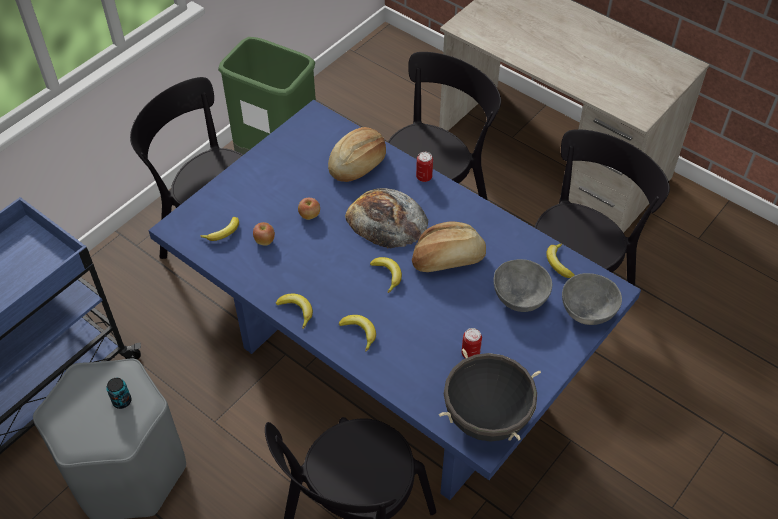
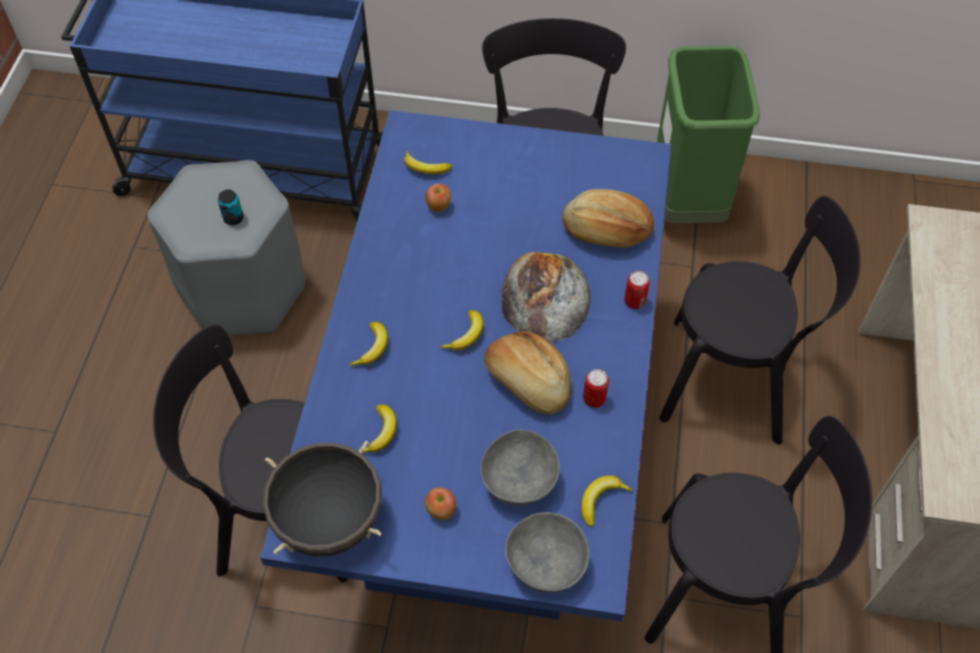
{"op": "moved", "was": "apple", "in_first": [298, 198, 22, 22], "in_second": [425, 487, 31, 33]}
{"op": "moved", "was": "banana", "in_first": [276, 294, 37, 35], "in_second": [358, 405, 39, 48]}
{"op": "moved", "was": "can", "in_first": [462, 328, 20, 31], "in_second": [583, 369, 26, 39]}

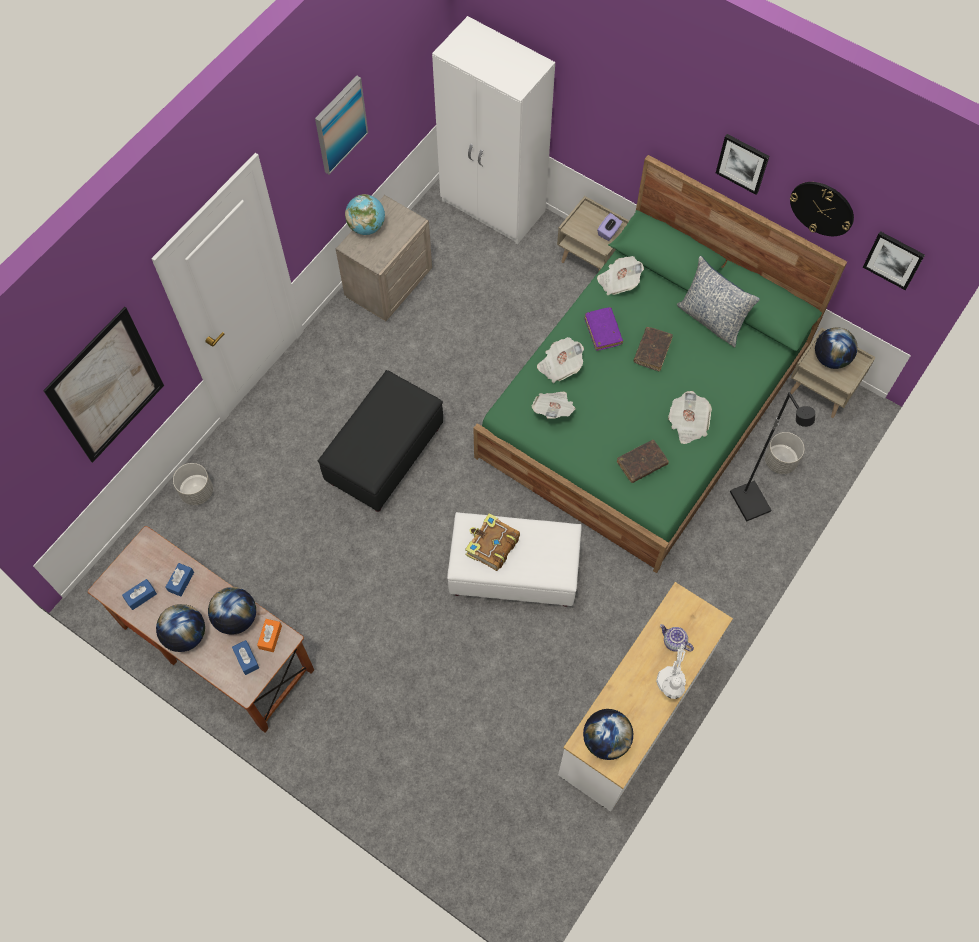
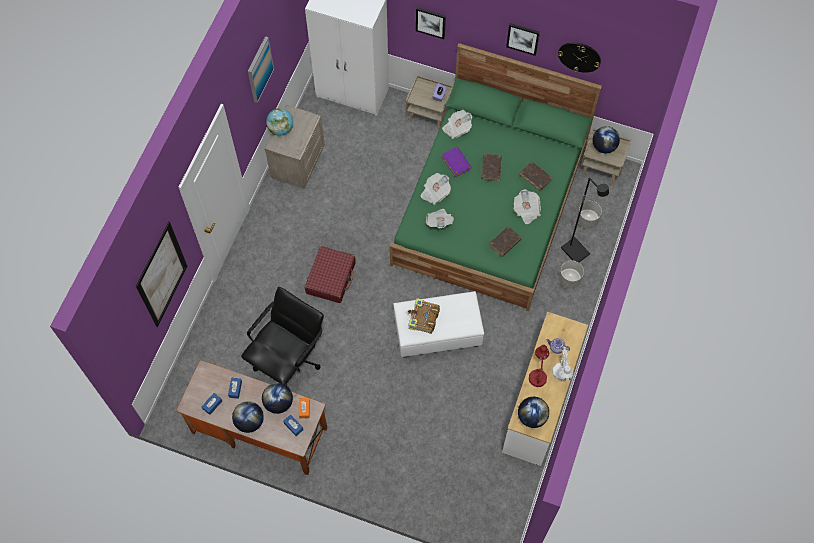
{"op": "moved", "was": "picture", "in_first": [863, 231, 62, 59], "in_second": [416, 7, 30, 32]}
{"op": "removed", "was": "pillow", "in_first": [677, 256, 83, 91]}
{"op": "replaced", "was": "ottoman in black", "now": "suitcase in red", "in_first": [318, 370, 125, 142], "in_second": [305, 246, 51, 57]}
{"op": "moved", "was": "planter in grey", "in_first": [173, 463, 40, 42], "in_second": [559, 260, 25, 29]}
{"op": "added", "now": "book in brown", "in_second": [520, 161, 32, 30]}
{"op": "added", "now": "office chair in black", "in_second": [241, 287, 83, 99]}
{"op": "added", "now": "table lamp in red", "in_second": [529, 345, 20, 42]}

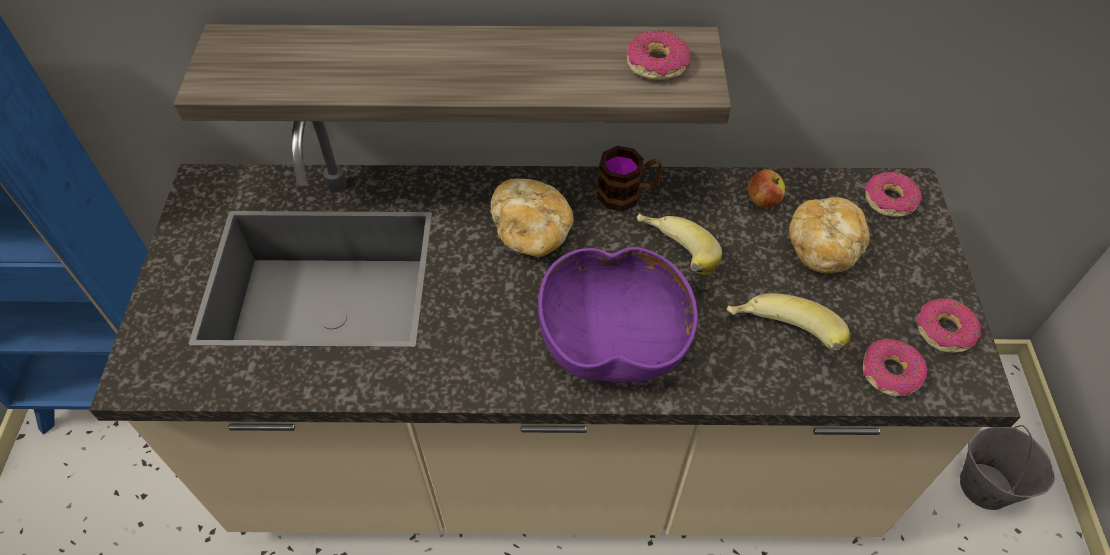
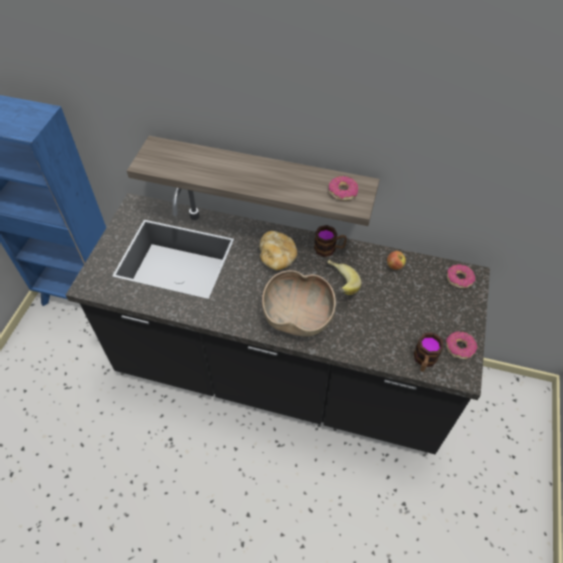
{"op": "recoloured", "was": "counter in beige", "now": "counter in black", "in_first": [89, 121, 931, 416], "in_second": [66, 188, 424, 266]}
{"op": "removed", "was": "bread", "in_first": [789, 197, 81, 76]}
{"op": "recoloured", "was": "bowl in purple", "now": "bowl in brown", "in_first": [538, 247, 160, 135], "in_second": [262, 270, 74, 67]}
{"op": "removed", "was": "banana", "in_first": [726, 294, 125, 57]}
{"op": "replaced", "was": "donut", "now": "mug", "in_first": [863, 339, 64, 57], "in_second": [414, 333, 30, 39]}
{"op": "removed", "was": "bucket in grey", "in_first": [960, 425, 95, 85]}

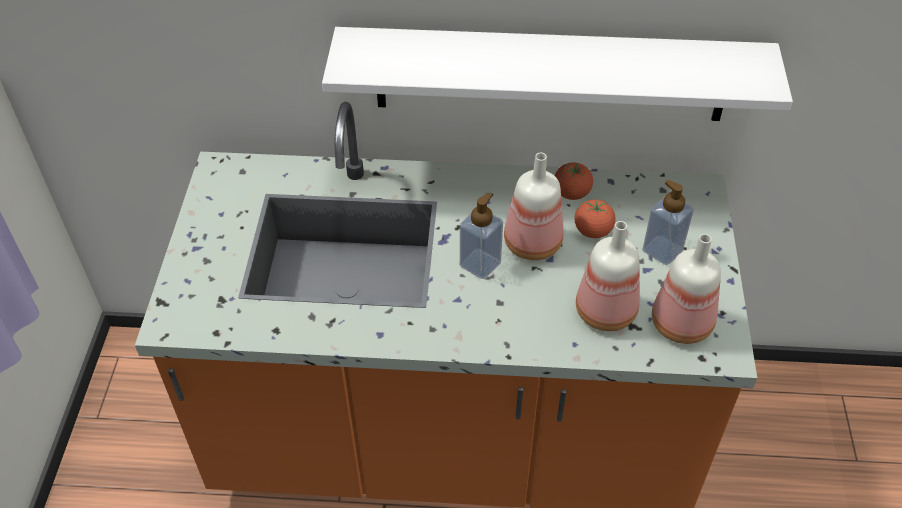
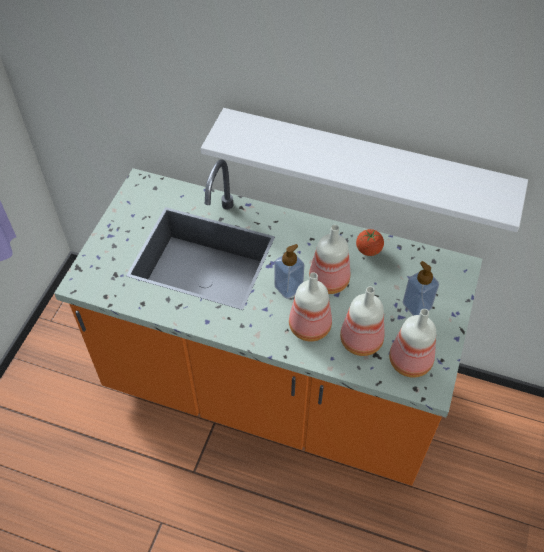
{"op": "removed", "was": "tomato", "in_first": [575, 200, 41, 38]}
{"op": "added", "now": "bottle", "in_second": [289, 272, 43, 69]}

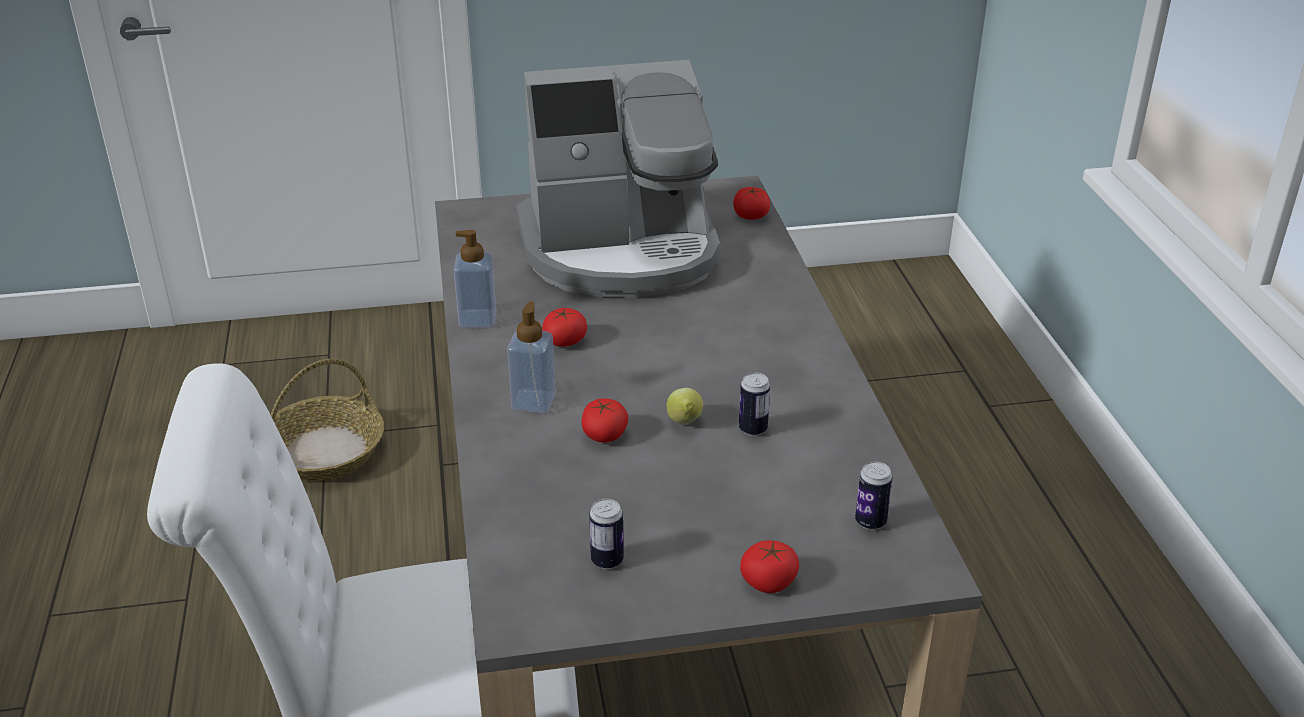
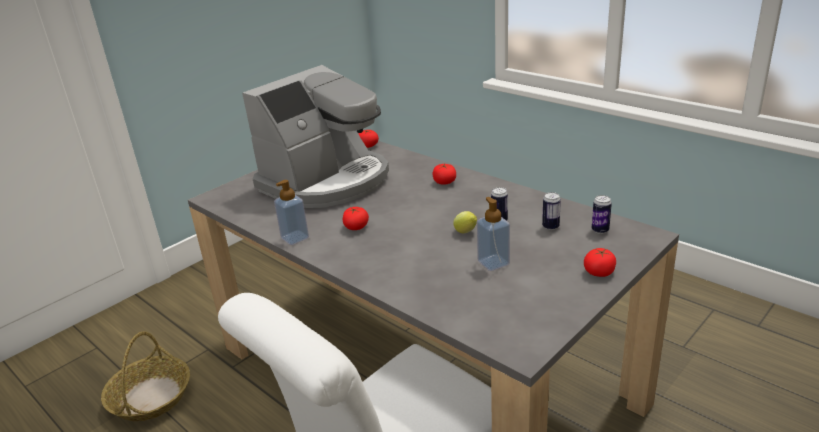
{"op": "moved", "was": "soap dispenser", "in_first": [507, 301, 49, 112], "in_second": [477, 197, 33, 74]}
{"op": "moved", "was": "tomato", "in_first": [582, 398, 46, 45], "in_second": [433, 164, 23, 21]}
{"op": "moved", "was": "can", "in_first": [589, 499, 35, 70], "in_second": [542, 192, 19, 38]}

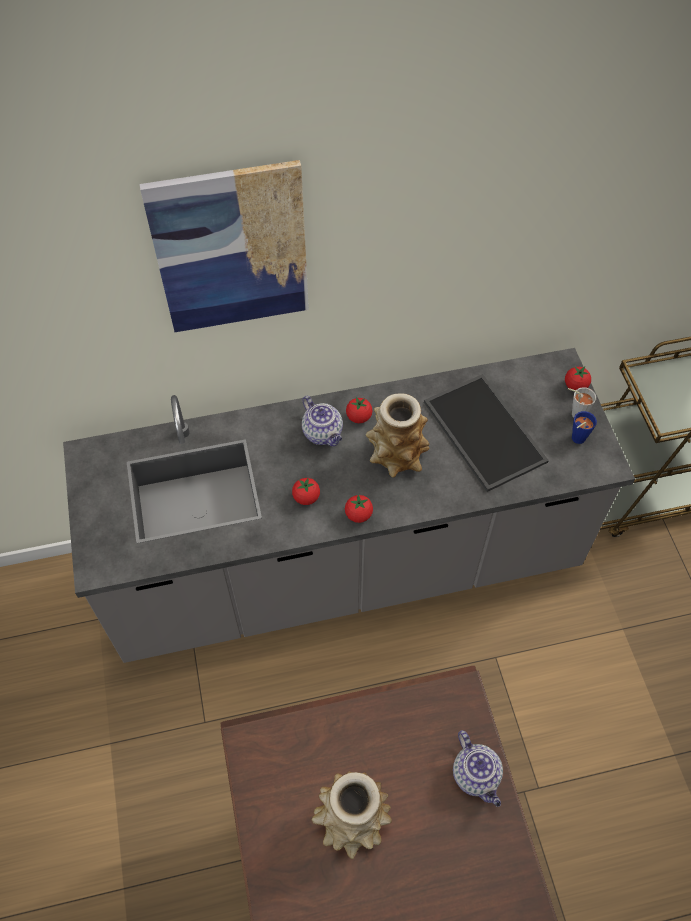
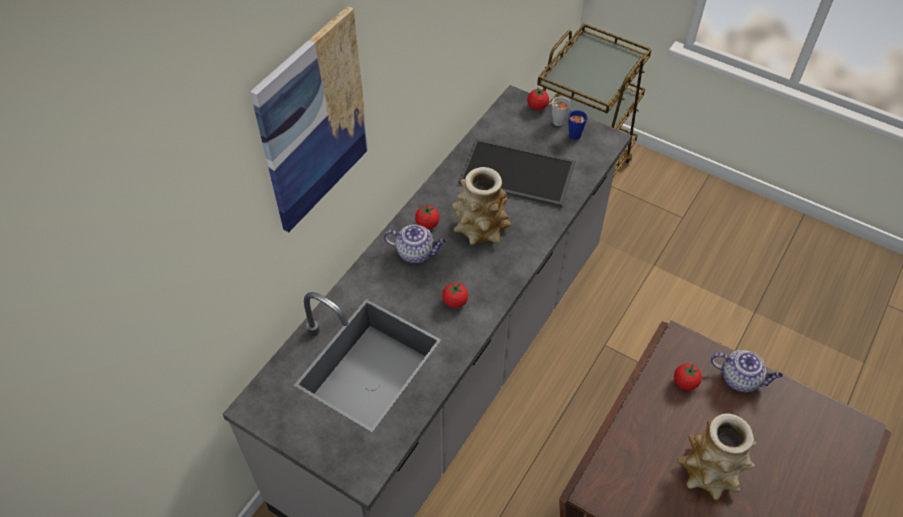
{"op": "moved", "was": "tomato", "in_first": [345, 495, 28, 28], "in_second": [674, 364, 28, 26]}

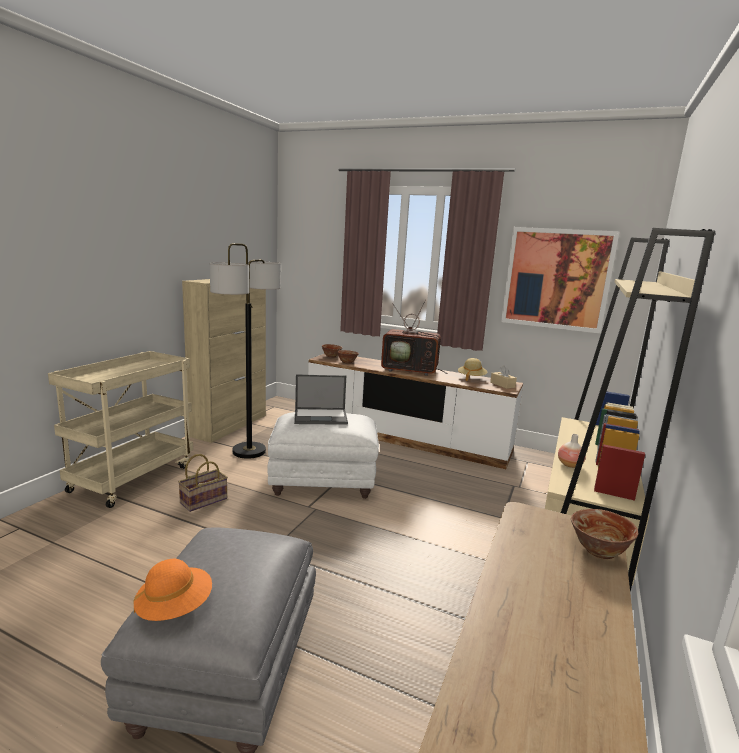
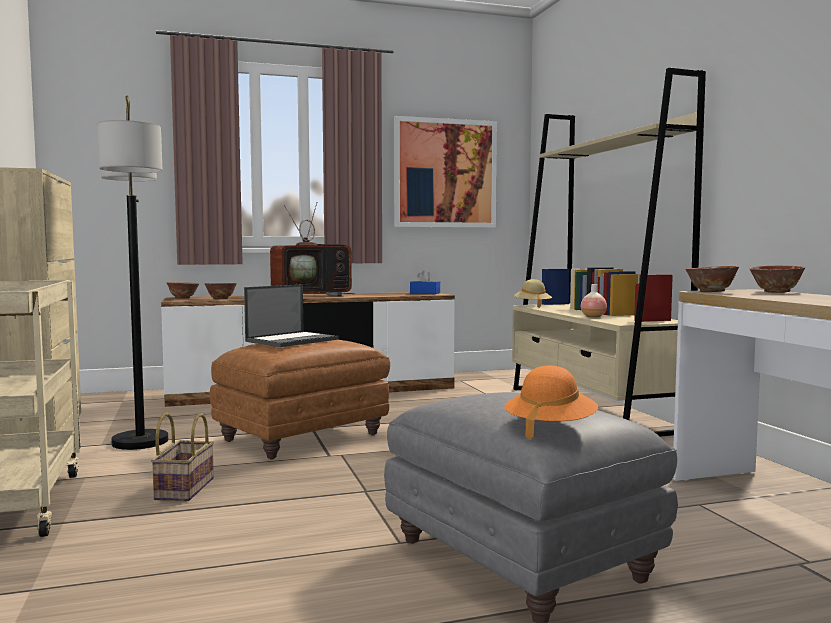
{"op": "moved", "was": "hat in beige", "in_first": [458, 358, 30, 23], "in_second": [513, 279, 39, 29]}
{"op": "recoloured", "was": "tissue box in beige", "now": "tissue box in blue", "in_first": [490, 366, 27, 23], "in_second": [410, 270, 30, 24]}
{"op": "recoloured", "was": "ottoman in white", "now": "ottoman in brown", "in_first": [267, 412, 112, 87], "in_second": [210, 340, 180, 120]}
{"op": "added", "now": "bowl", "in_second": [685, 266, 54, 26]}

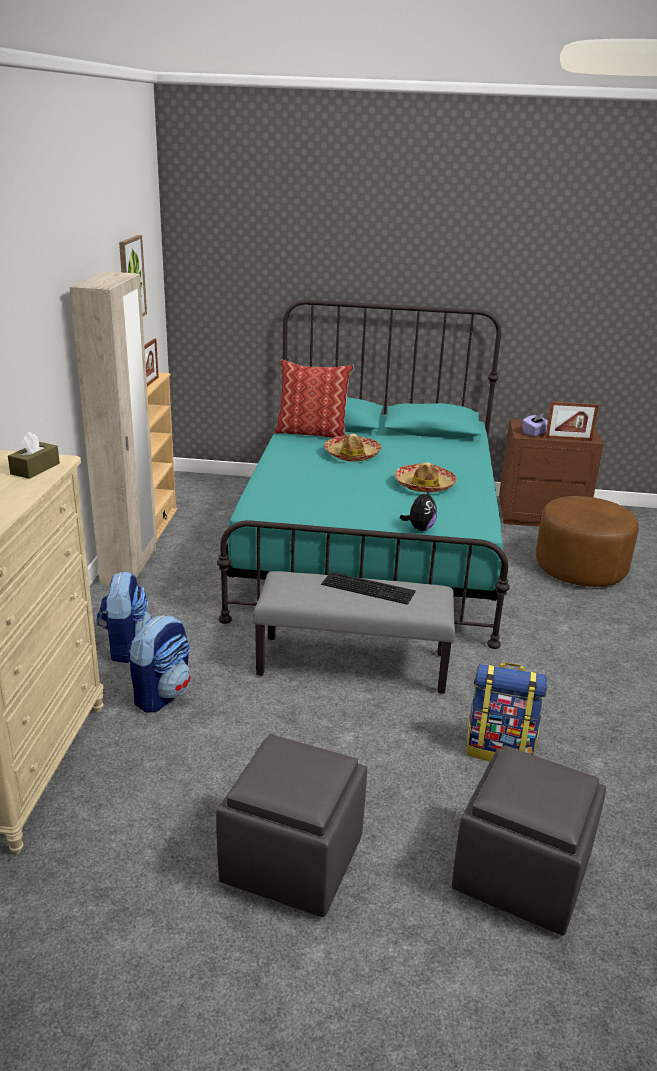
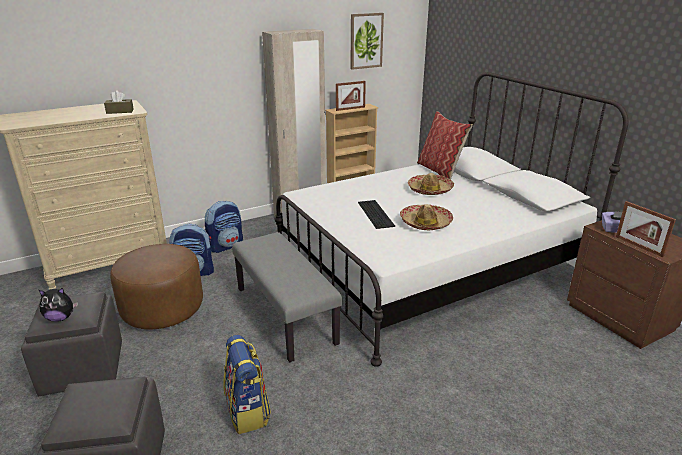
{"op": "recoloured", "was": "bed in turquoise", "now": "bed in white", "in_first": [217, 300, 293, 349], "in_second": [274, 72, 354, 295]}
{"op": "moved", "was": "plush toy", "in_first": [400, 488, 37, 43], "in_second": [39, 288, 39, 34]}
{"op": "moved", "was": "ottoman in brown", "in_first": [536, 496, 103, 91], "in_second": [110, 244, 93, 85]}
{"op": "moved", "was": "keyboard", "in_first": [321, 572, 95, 33], "in_second": [358, 200, 37, 29]}

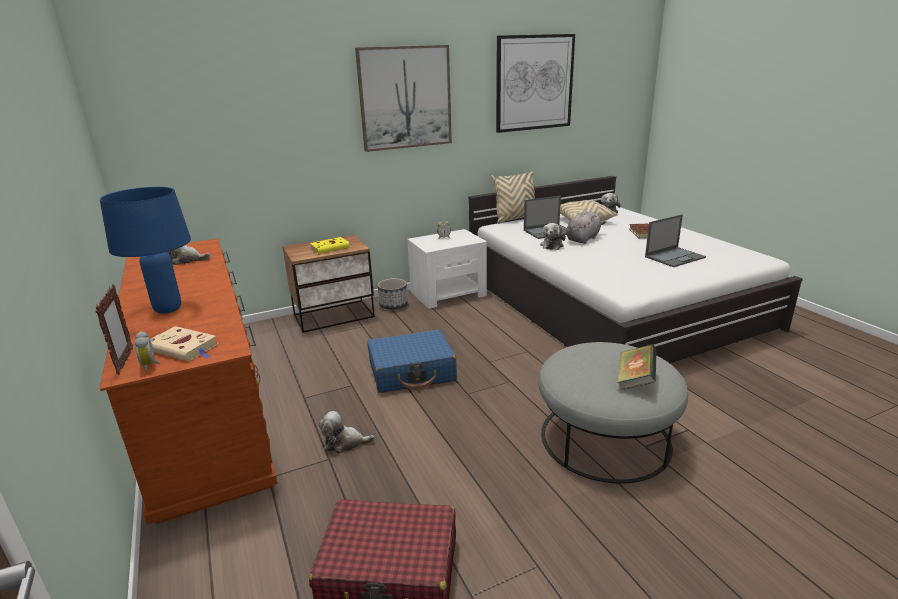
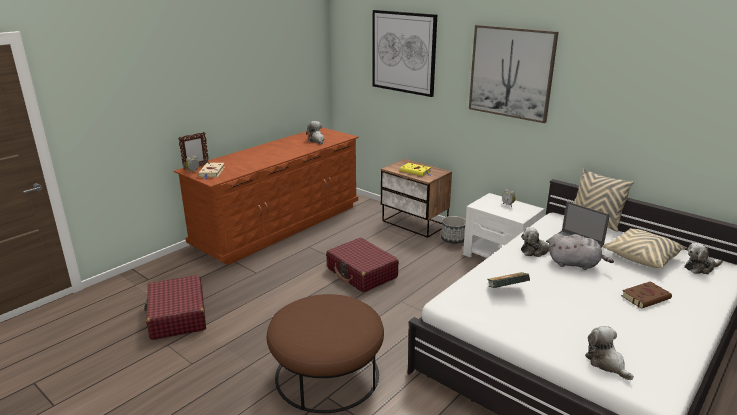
{"op": "moved", "was": "picture", "in_first": [496, 34, 79, 99], "in_second": [372, 10, 65, 87]}
{"op": "removed", "was": "table lamp in blue", "in_first": [100, 187, 91, 127]}
{"op": "removed", "was": "laptop", "in_first": [645, 214, 61, 53]}
{"op": "recoloured", "was": "suitcase in blue", "now": "suitcase in red", "in_first": [367, 330, 90, 63], "in_second": [326, 238, 73, 55]}
{"op": "recoloured", "was": "ottoman in grey", "now": "ottoman in brown", "in_first": [538, 342, 150, 142], "in_second": [267, 294, 117, 119]}
{"op": "moved", "was": "book", "in_first": [617, 344, 40, 46], "in_second": [487, 272, 43, 16]}
{"op": "moved", "was": "plush toy", "in_first": [319, 411, 56, 43], "in_second": [585, 326, 49, 54]}

